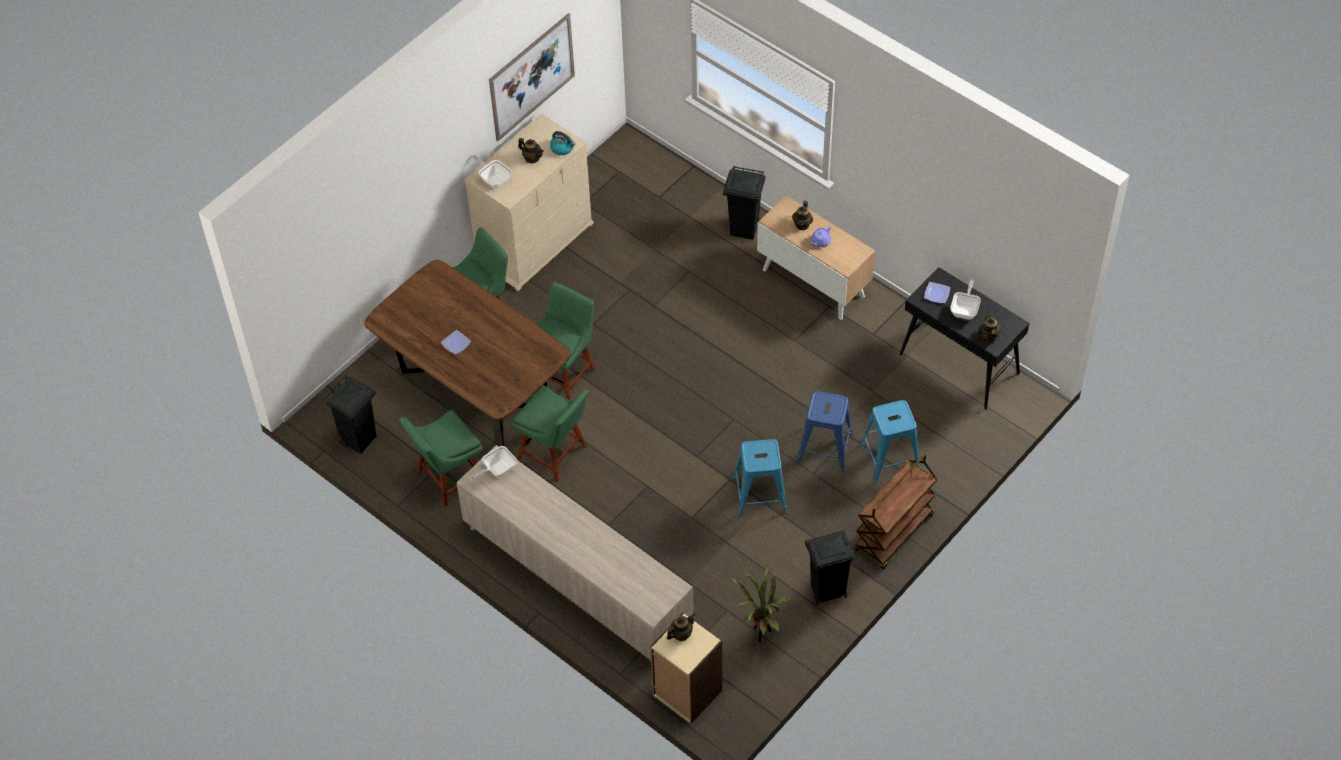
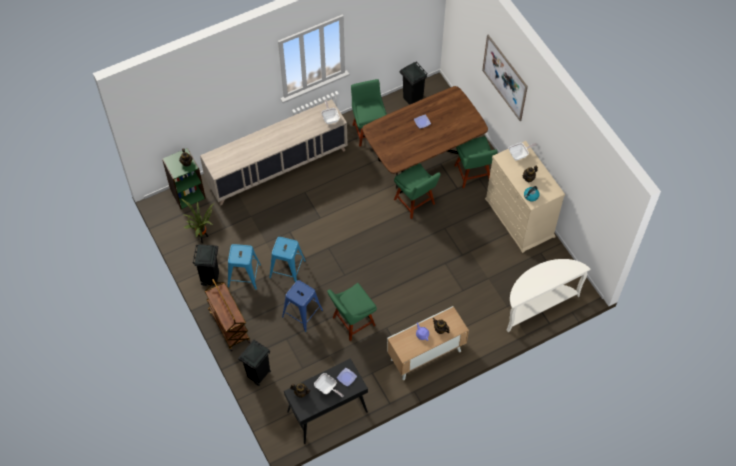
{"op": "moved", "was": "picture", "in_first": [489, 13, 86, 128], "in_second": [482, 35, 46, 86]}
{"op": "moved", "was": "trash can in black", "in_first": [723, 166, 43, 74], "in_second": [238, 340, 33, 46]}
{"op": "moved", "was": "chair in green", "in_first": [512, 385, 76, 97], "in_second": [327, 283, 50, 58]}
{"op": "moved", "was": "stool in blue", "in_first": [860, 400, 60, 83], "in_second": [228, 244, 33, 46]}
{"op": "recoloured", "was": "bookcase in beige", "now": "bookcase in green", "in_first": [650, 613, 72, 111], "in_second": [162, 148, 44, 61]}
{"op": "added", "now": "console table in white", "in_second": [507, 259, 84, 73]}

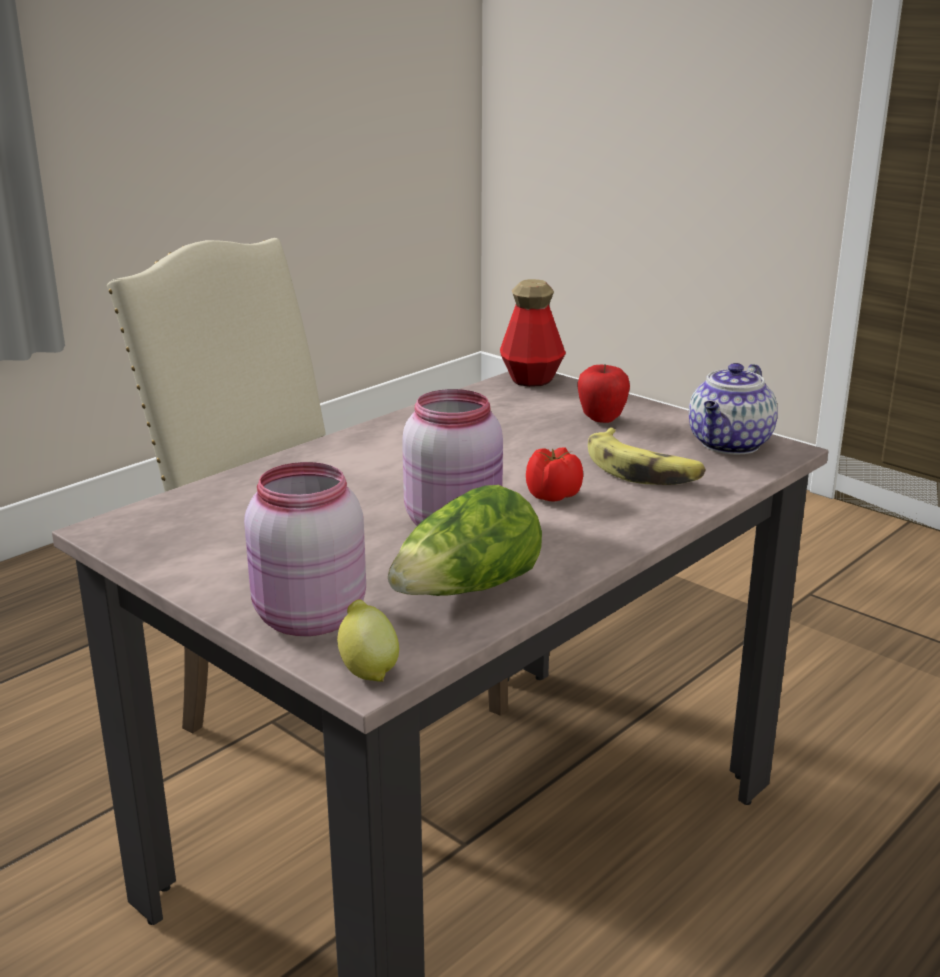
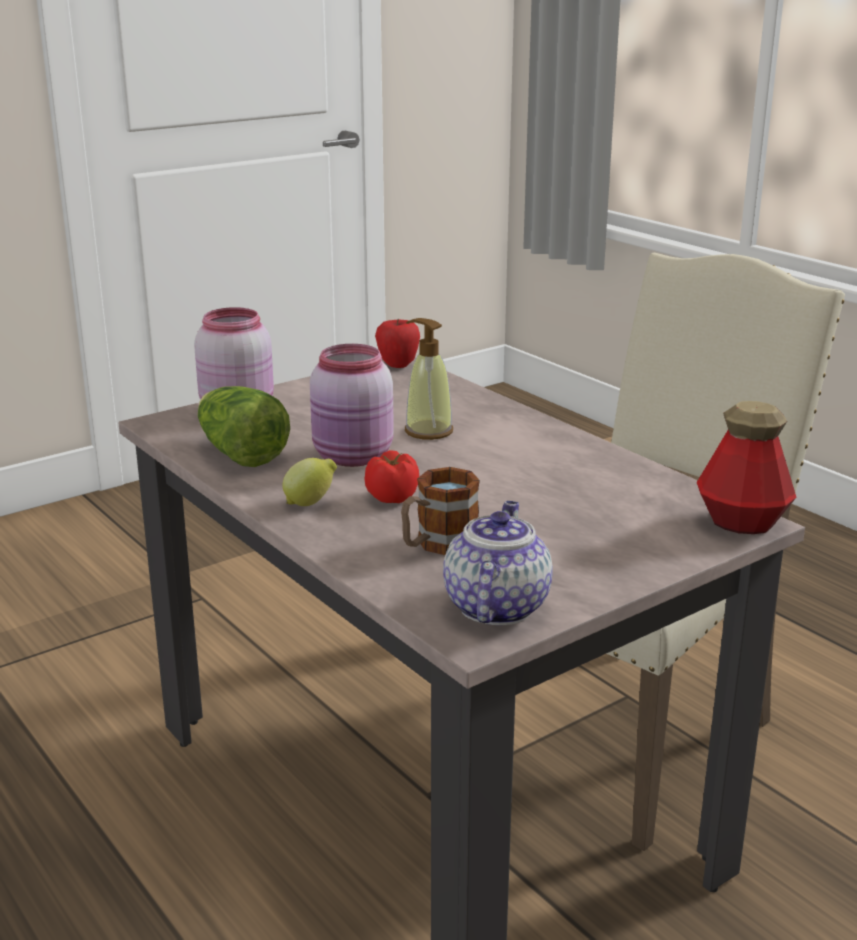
{"op": "turned", "was": "teapot", "in_first": [689, 363, 89, 91], "in_second": [443, 501, 110, 124], "clockwise": 60}
{"op": "moved", "was": "apple", "in_first": [577, 365, 53, 58], "in_second": [375, 319, 45, 49]}
{"op": "replaced", "was": "banana", "now": "mug", "in_first": [588, 427, 117, 58], "in_second": [401, 467, 79, 88]}
{"op": "moved", "was": "lemon", "in_first": [337, 599, 62, 83], "in_second": [282, 458, 55, 48]}
{"op": "added", "now": "soap dispenser", "in_second": [405, 318, 48, 122]}

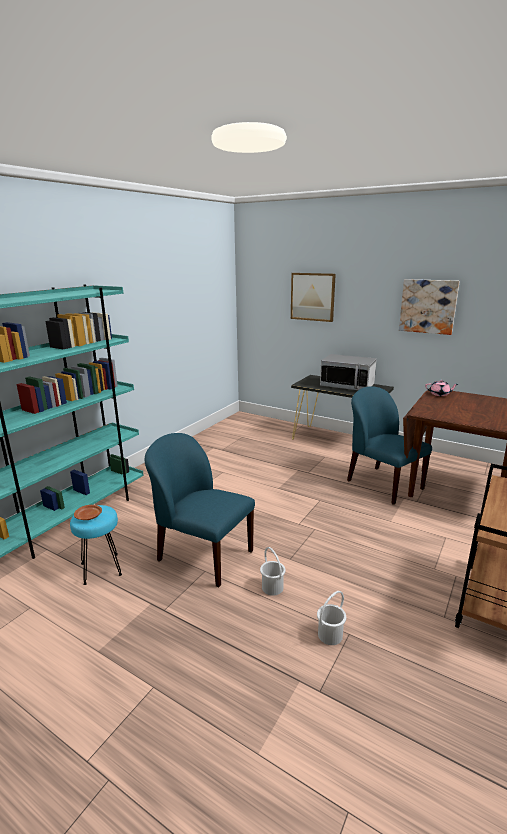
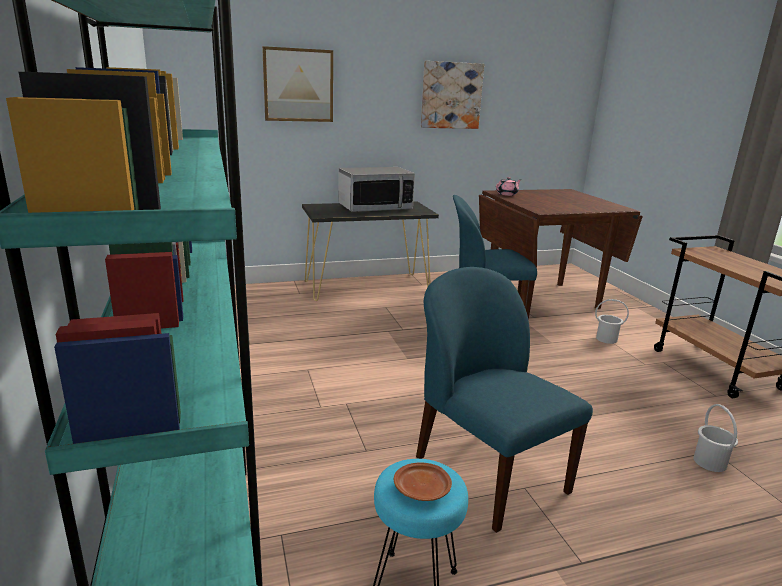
{"op": "turned", "was": "chair in blue", "in_first": [145, 433, 110, 155], "in_second": [416, 267, 177, 266], "clockwise": 75}
{"op": "moved", "was": "bucket in white", "in_first": [260, 547, 26, 49], "in_second": [595, 299, 34, 45]}

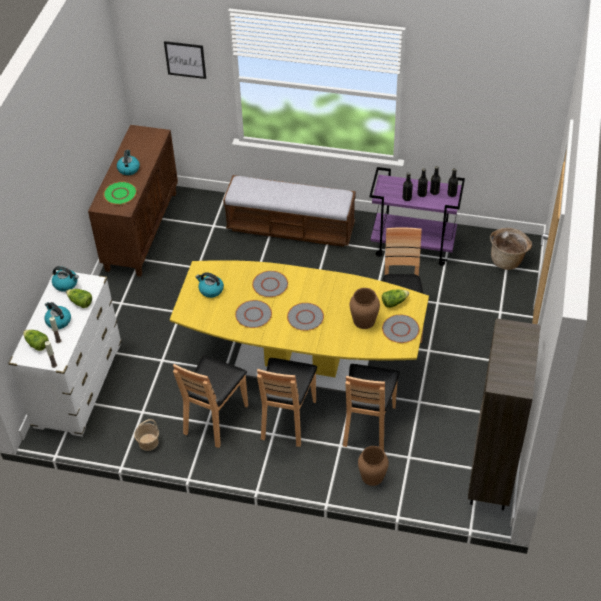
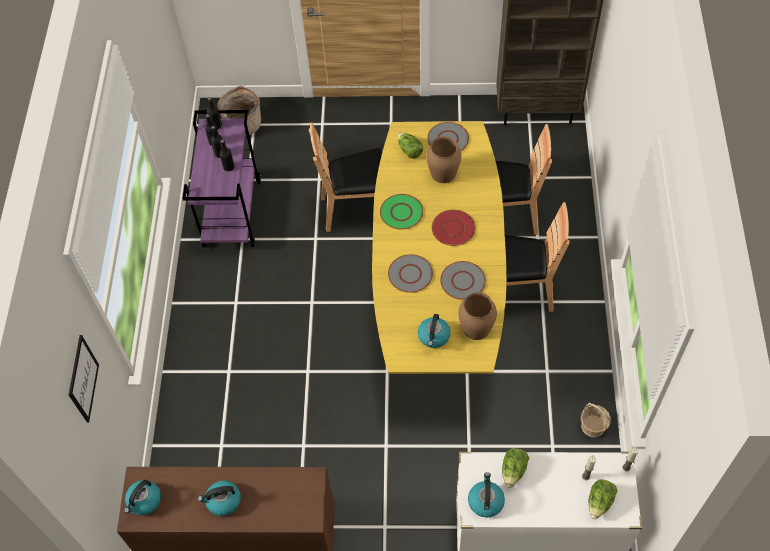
{"op": "removed", "was": "bench", "in_first": [223, 175, 133, 72]}
{"op": "moved", "was": "plate in green", "in_first": [103, 182, 34, 23], "in_second": [380, 194, 43, 36]}
{"op": "moved", "was": "kettle", "in_first": [44, 302, 27, 27], "in_second": [124, 480, 37, 35]}
{"op": "recoloured", "was": "plate in grey", "now": "plate in red", "in_first": [287, 303, 37, 28], "in_second": [431, 209, 44, 37]}
{"op": "removed", "was": "chair in brown", "in_first": [173, 355, 75, 93]}
{"op": "moved", "was": "vase in brown", "in_first": [358, 446, 31, 40], "in_second": [458, 292, 39, 48]}

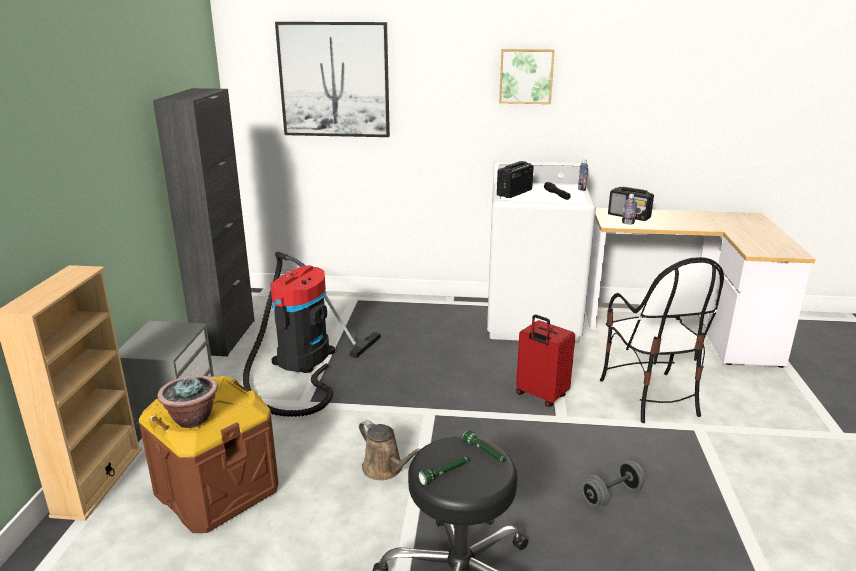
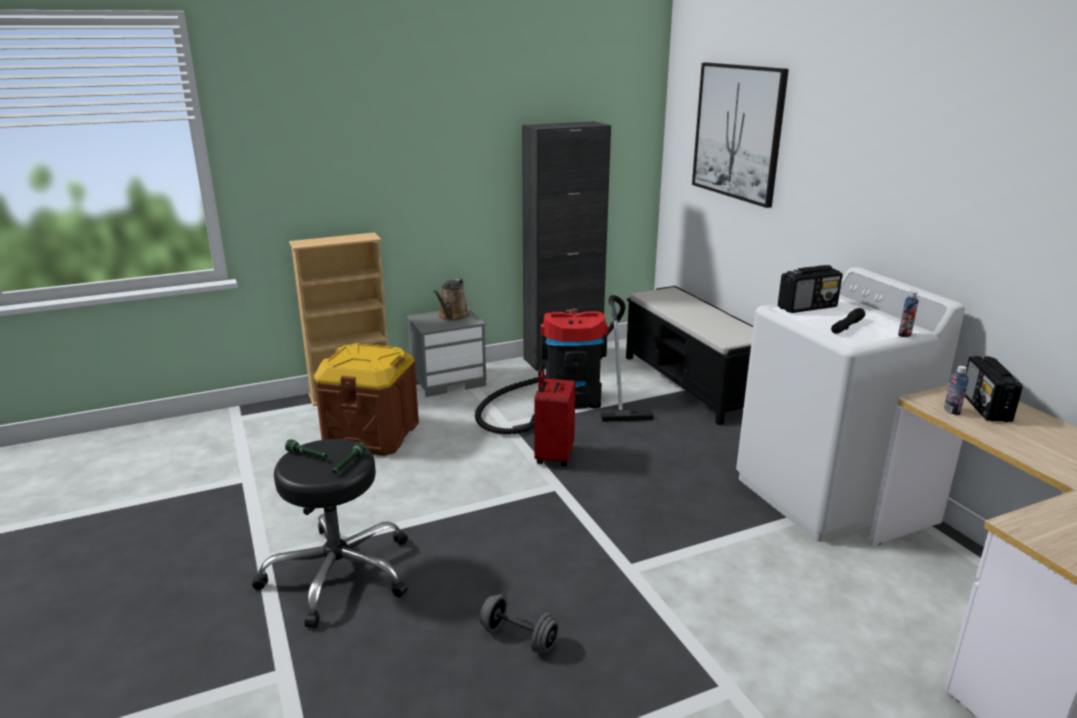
{"op": "removed", "was": "picture", "in_first": [499, 49, 56, 55]}
{"op": "turned", "was": "radio", "in_first": [497, 161, 37, 37], "in_second": [778, 265, 65, 48], "clockwise": 150}
{"op": "removed", "was": "chair", "in_first": [600, 257, 124, 166]}
{"op": "moved", "was": "suitcase in red", "in_first": [516, 314, 59, 93], "in_second": [534, 363, 42, 103]}
{"op": "removed", "was": "potted plant", "in_first": [157, 375, 61, 53]}
{"op": "moved", "was": "watering can in brown", "in_first": [359, 420, 62, 60], "in_second": [433, 279, 37, 42]}
{"op": "added", "now": "bench in black", "in_second": [626, 286, 127, 139]}

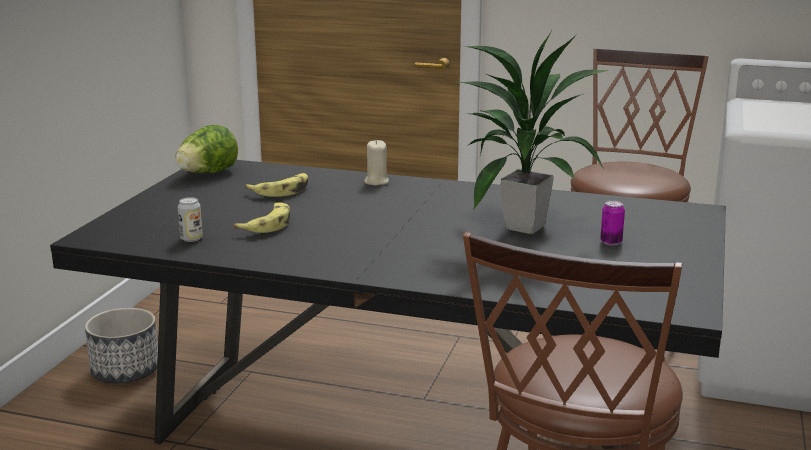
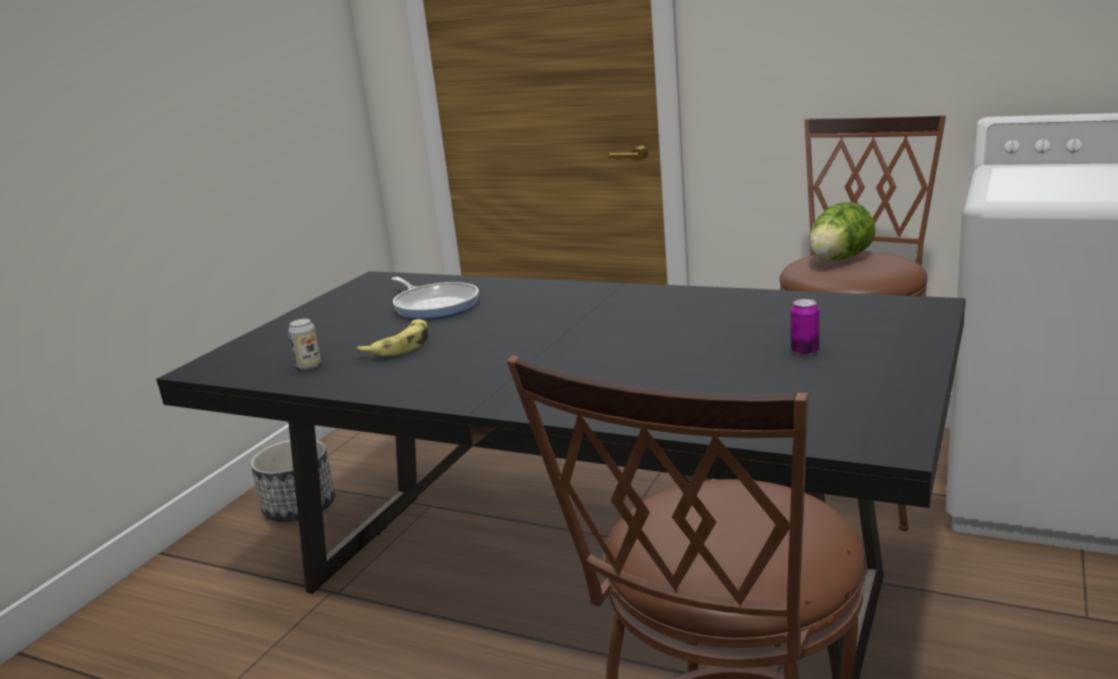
{"op": "removed", "was": "potted plant", "in_first": [455, 31, 153, 203]}
{"op": "moved", "was": "lettuce", "in_first": [175, 125, 63, 48], "in_second": [809, 202, 67, 58]}
{"op": "removed", "was": "candle in beige", "in_first": [364, 140, 25, 46]}
{"op": "replaced", "was": "banana", "now": "frying pan", "in_first": [245, 173, 63, 24], "in_second": [392, 277, 87, 42]}

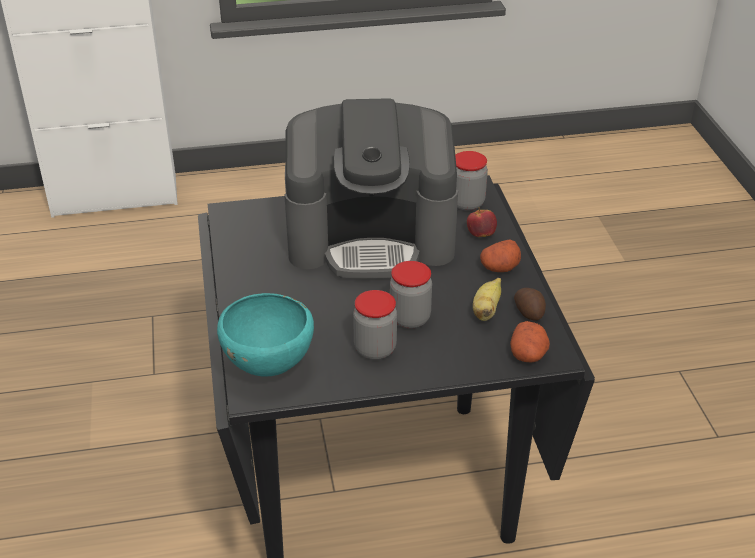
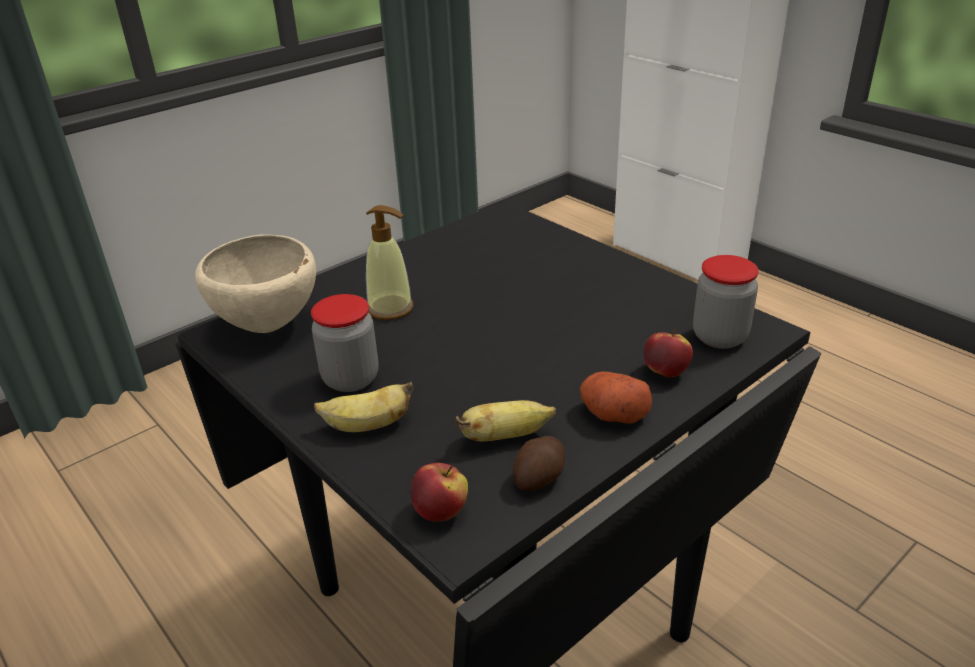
{"op": "removed", "was": "coffee machine", "in_first": [284, 98, 174, 181]}
{"op": "removed", "was": "jar", "in_first": [390, 261, 42, 67]}
{"op": "recoloured", "was": "bowl in turquoise", "now": "bowl in beige", "in_first": [217, 293, 97, 84], "in_second": [195, 234, 121, 99]}
{"op": "replaced", "was": "potato", "now": "apple", "in_first": [510, 321, 40, 42], "in_second": [410, 463, 58, 59]}
{"op": "added", "now": "soap dispenser", "in_second": [366, 205, 48, 115]}
{"op": "added", "now": "banana", "in_second": [314, 382, 100, 50]}

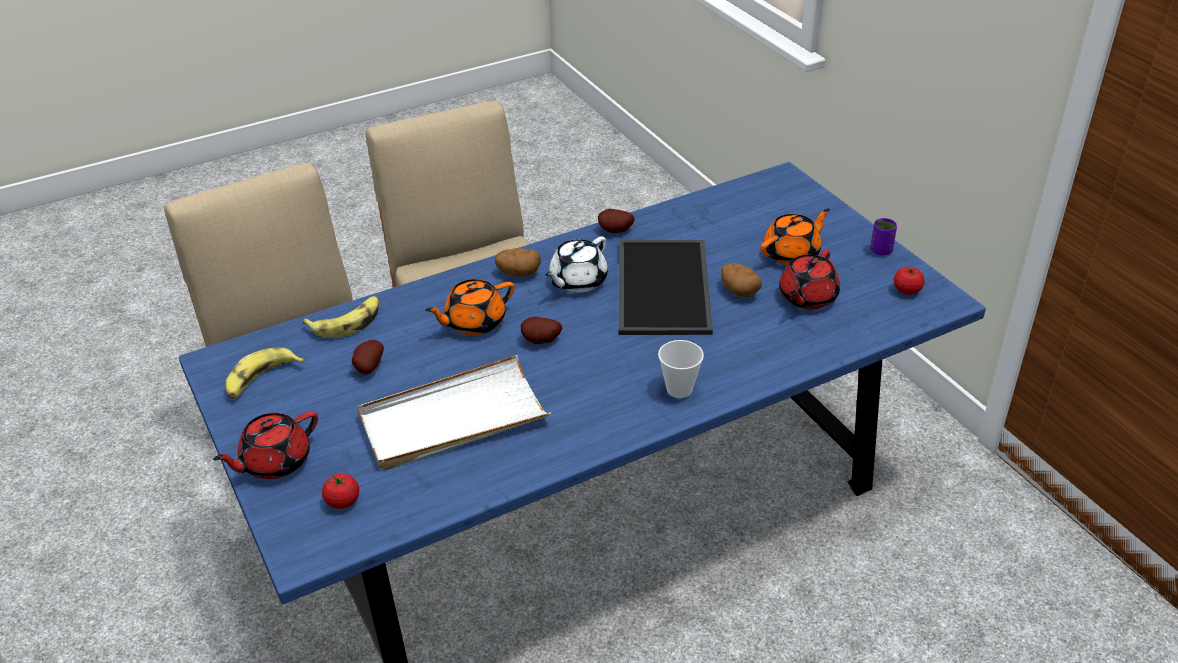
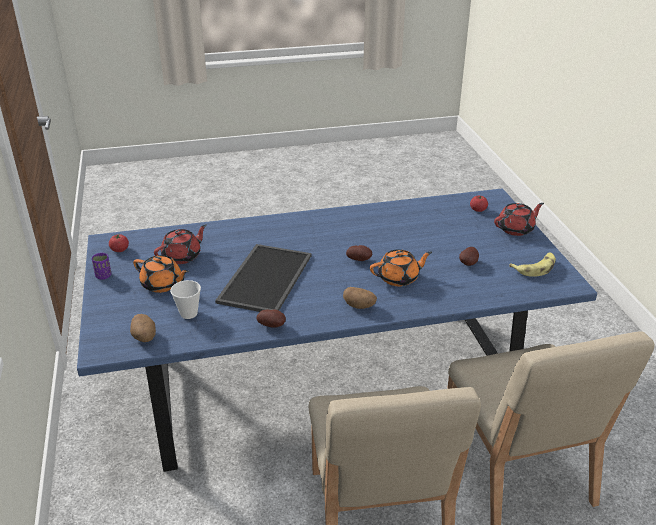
{"op": "turned", "was": "teapot in orange", "in_first": [761, 208, 69, 57], "in_second": [133, 255, 56, 38], "clockwise": -135}
{"op": "removed", "was": "teapot in white", "in_first": [545, 236, 63, 57]}
{"op": "moved", "was": "potato", "in_first": [721, 263, 41, 34], "in_second": [130, 314, 26, 28]}
{"op": "removed", "was": "banana", "in_first": [303, 296, 76, 42]}
{"op": "moved", "was": "cup", "in_first": [658, 340, 46, 58], "in_second": [170, 280, 31, 39]}
{"op": "removed", "was": "tray in white", "in_first": [357, 355, 194, 115]}

